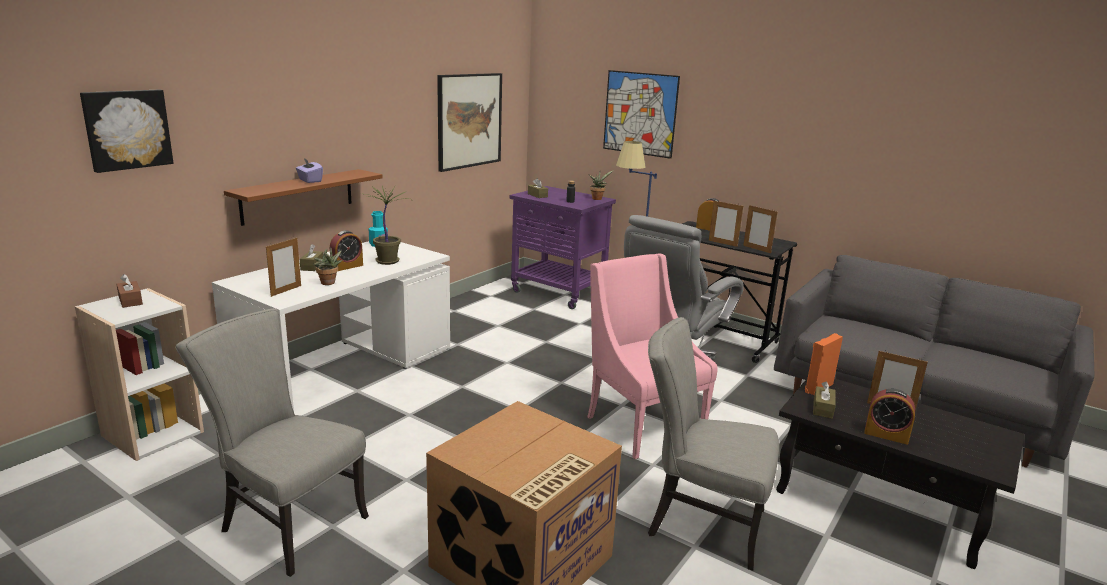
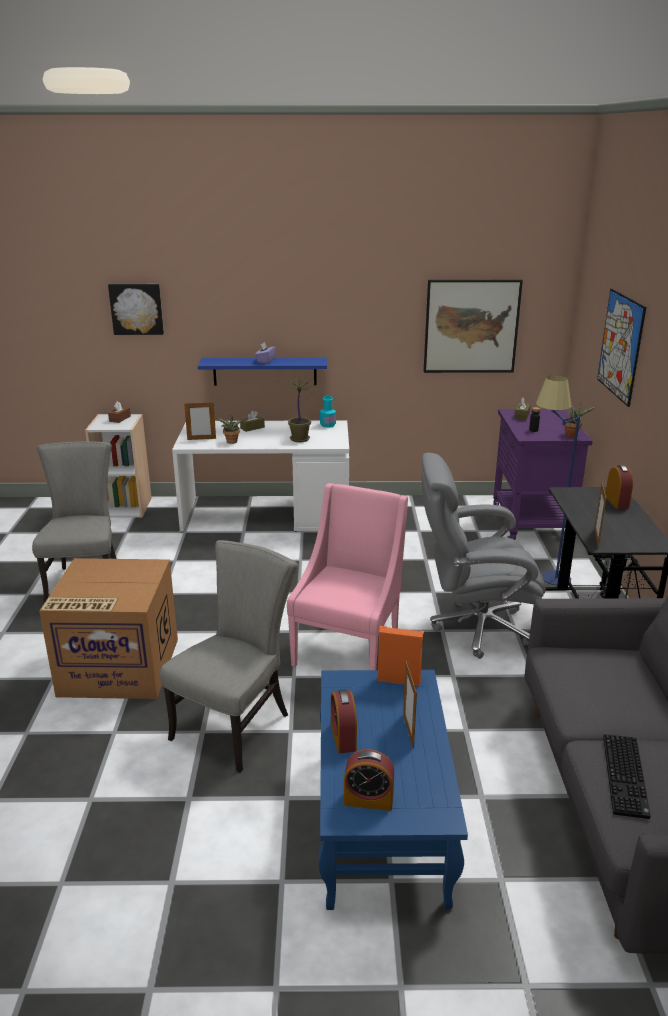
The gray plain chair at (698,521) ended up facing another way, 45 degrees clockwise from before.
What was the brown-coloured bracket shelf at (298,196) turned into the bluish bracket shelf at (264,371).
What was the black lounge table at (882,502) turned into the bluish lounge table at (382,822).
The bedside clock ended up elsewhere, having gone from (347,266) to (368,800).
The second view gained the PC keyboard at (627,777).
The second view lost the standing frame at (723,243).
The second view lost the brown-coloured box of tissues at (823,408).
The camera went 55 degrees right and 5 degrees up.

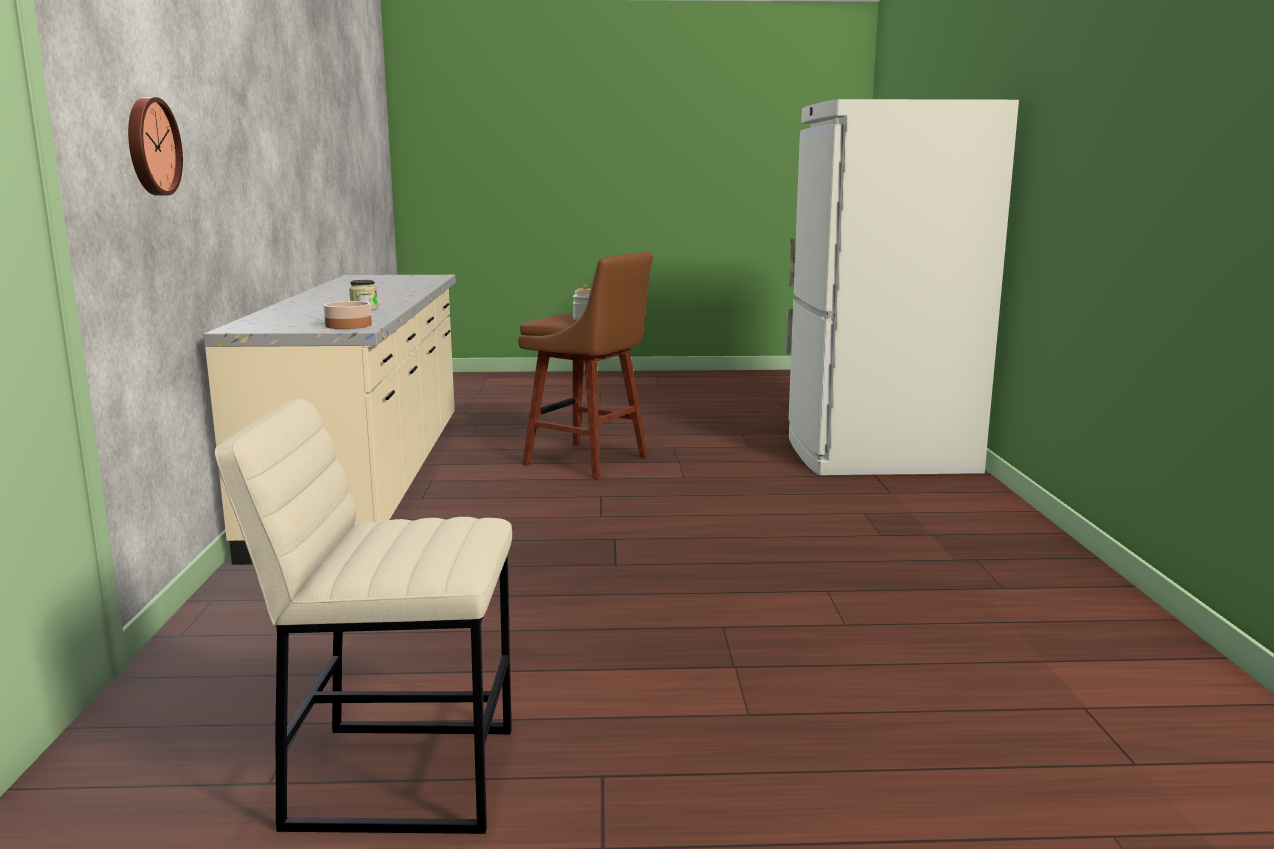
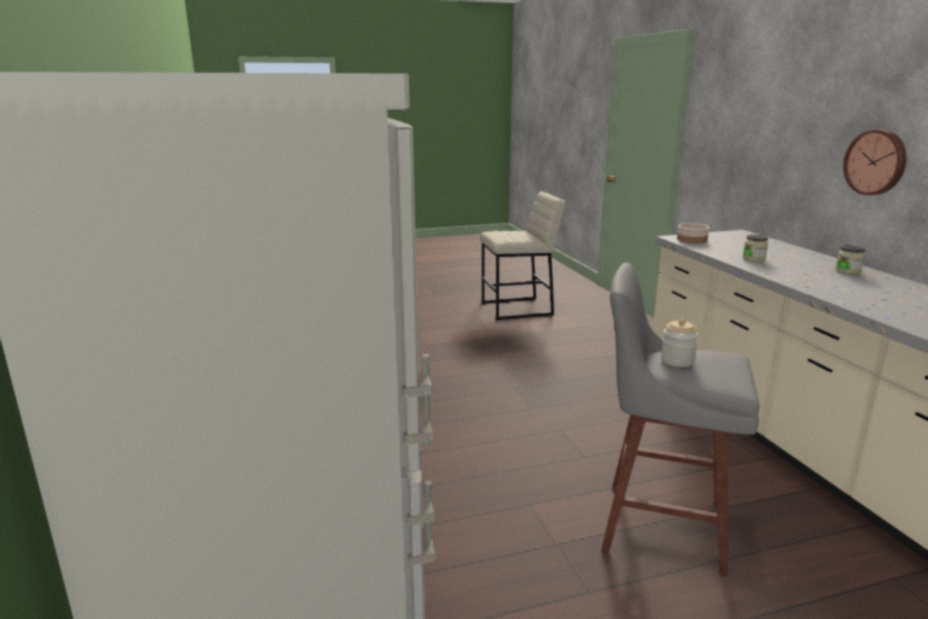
What was the brown-coloured sitting stool at (588,461) turned into the gray sitting stool at (659,524).
The second view gained the storage jar at (848,271).
The wall clock ended up elsewhere, having gone from (150,146) to (876,162).
The camera went 165 degrees right and 5 degrees up.

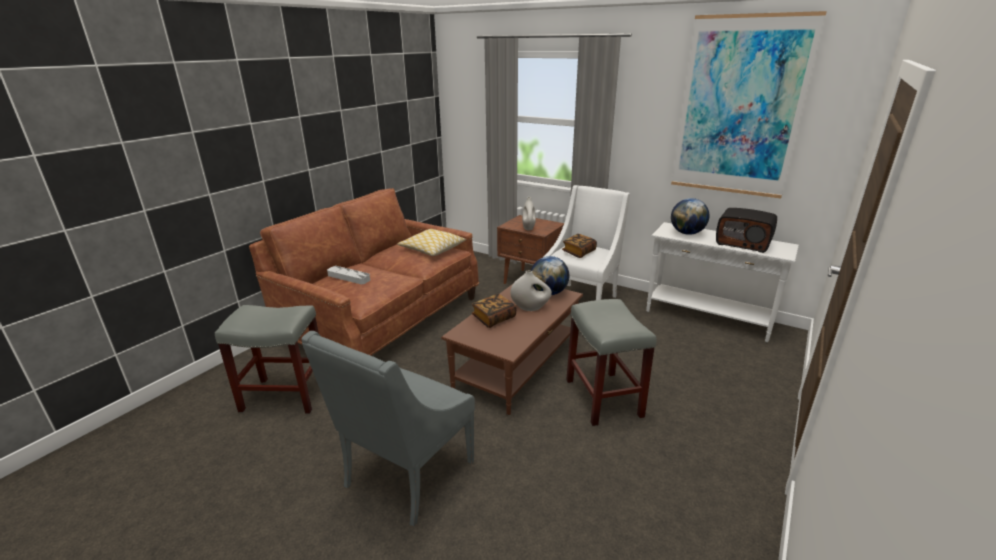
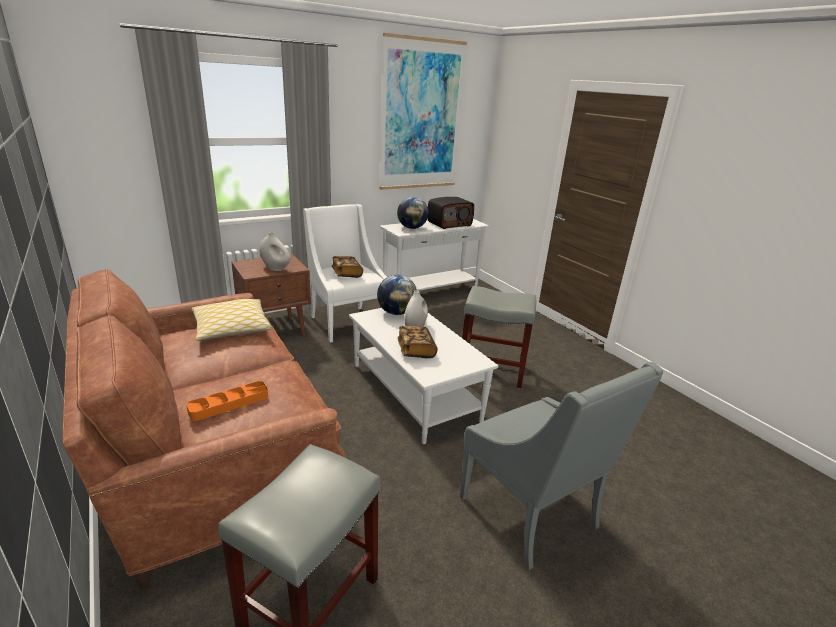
What was the gray carrying tray at (348,277) turned into the orange carrying tray at (229,404).
What was the brown-coloured lounge table at (517,365) turned into the whitish lounge table at (413,392).
The camera went 65 degrees left and 0 degrees up.

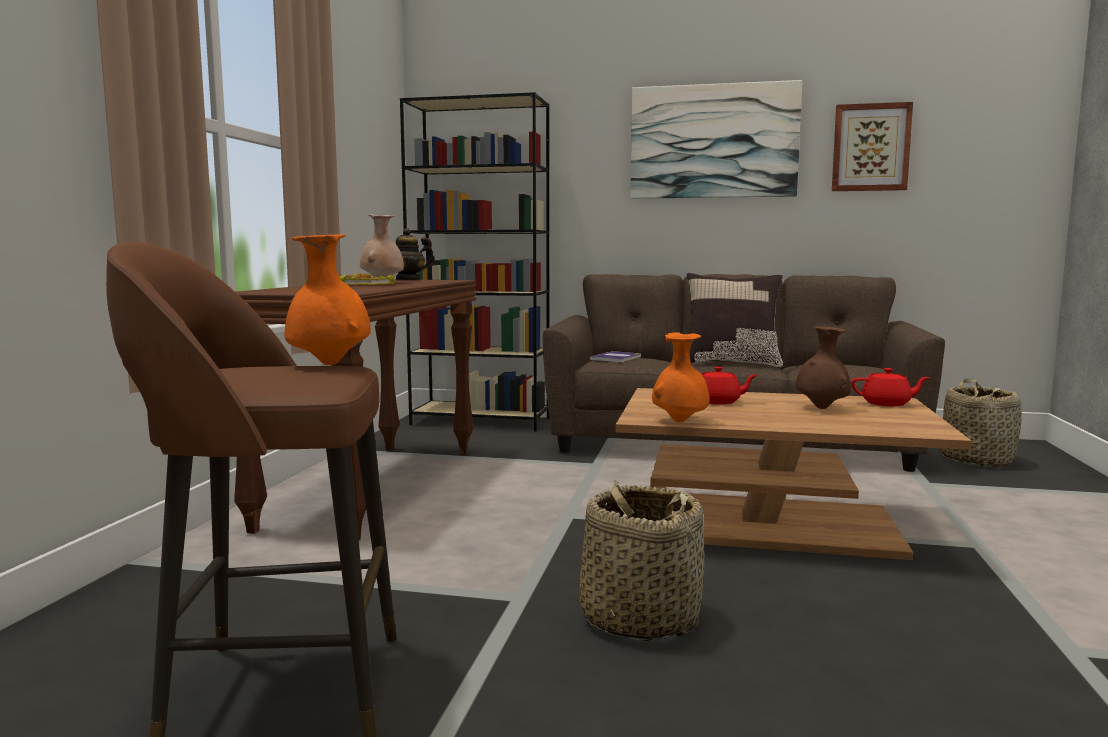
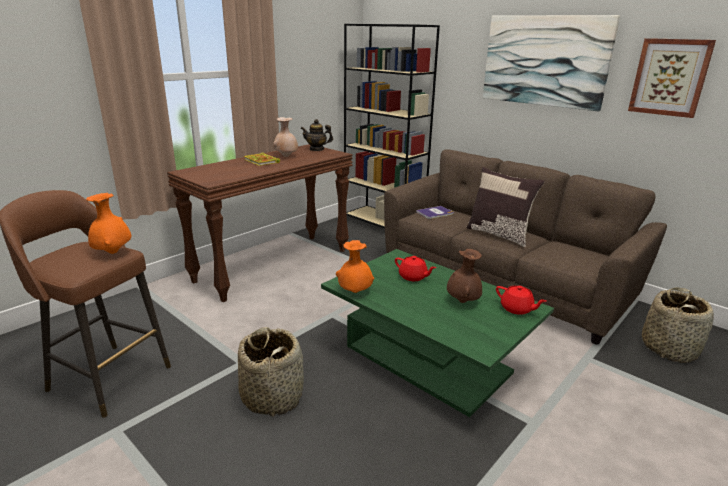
What was the brown-coloured lounge table at (772,525) turned into the green lounge table at (427,359).
The camera went 30 degrees right and 15 degrees up.

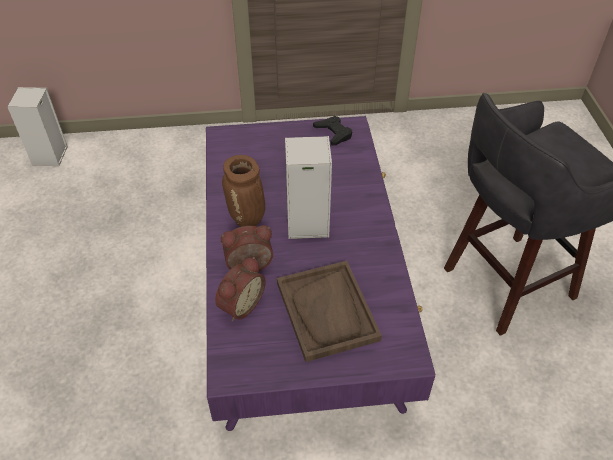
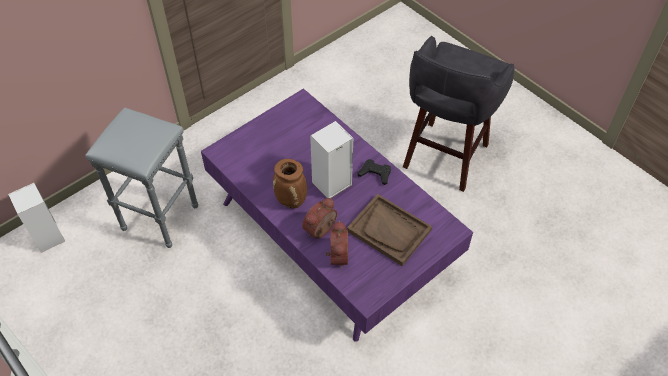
The second view gained the gray sitting stool at (159,215).
The black game controller ended up elsewhere, having gone from (333,133) to (375,174).
The camera went 35 degrees left and 5 degrees up.

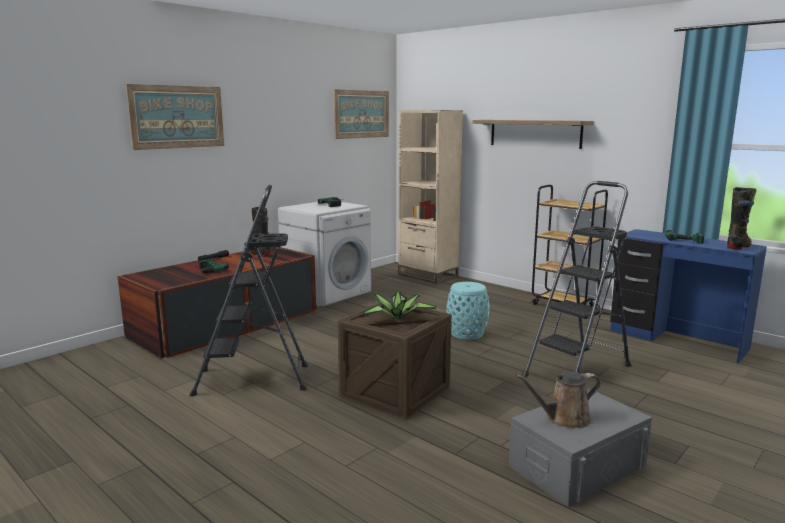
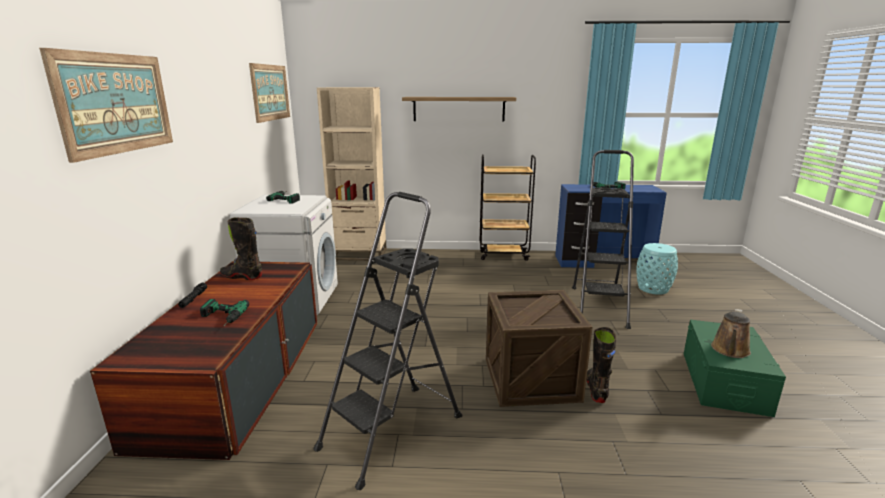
The black boot ended up elsewhere, having gone from (738,247) to (596,389).
The blue-green sitting stool ended up elsewhere, having gone from (466,334) to (653,289).
What was the gray storage box at (577,465) turned into the green storage box at (724,382).
The second view lost the houseplant at (397,318).
The camera went 40 degrees left and 5 degrees up.

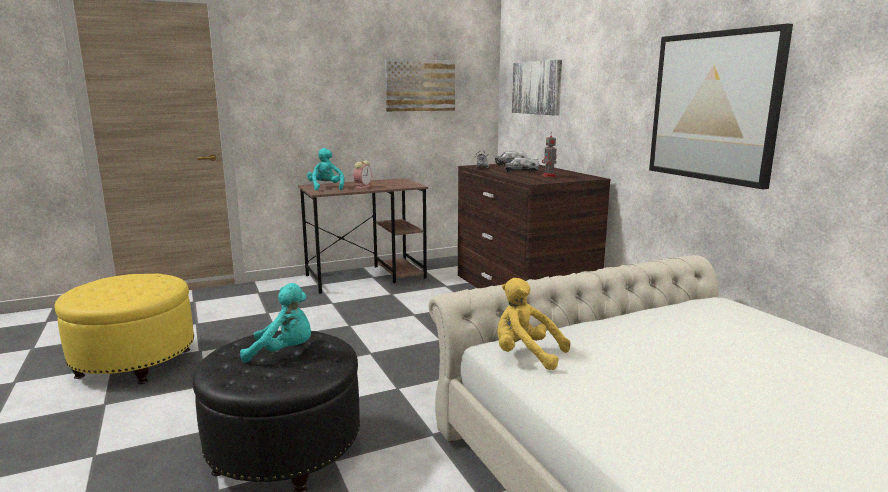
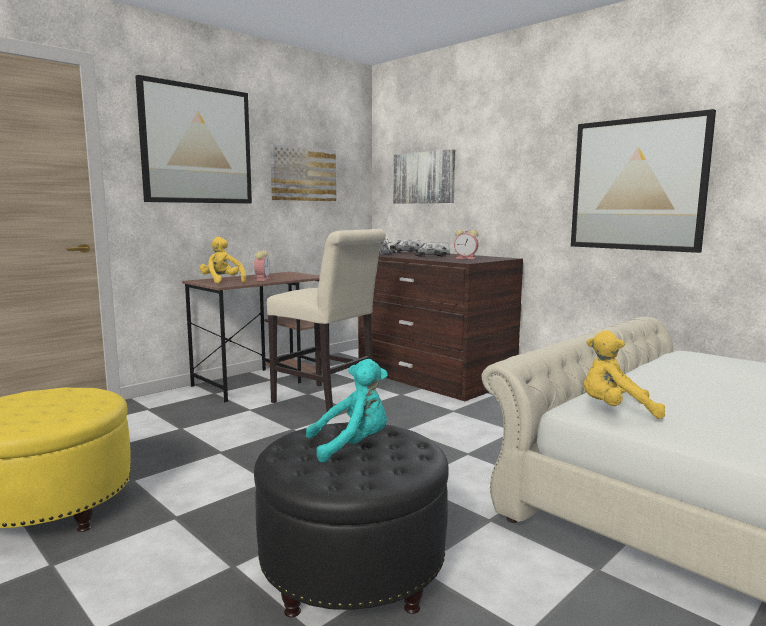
The second view gained the wall picture at (196,145).
What was the blue-green plush toy at (326,188) turned into the yellow plush toy at (222,282).
The second view gained the beige sitting stool at (328,402).
Where the toy robot stood at (549,176), the bedside clock came to stand at (466,258).
The camera went 20 degrees left and 5 degrees down.

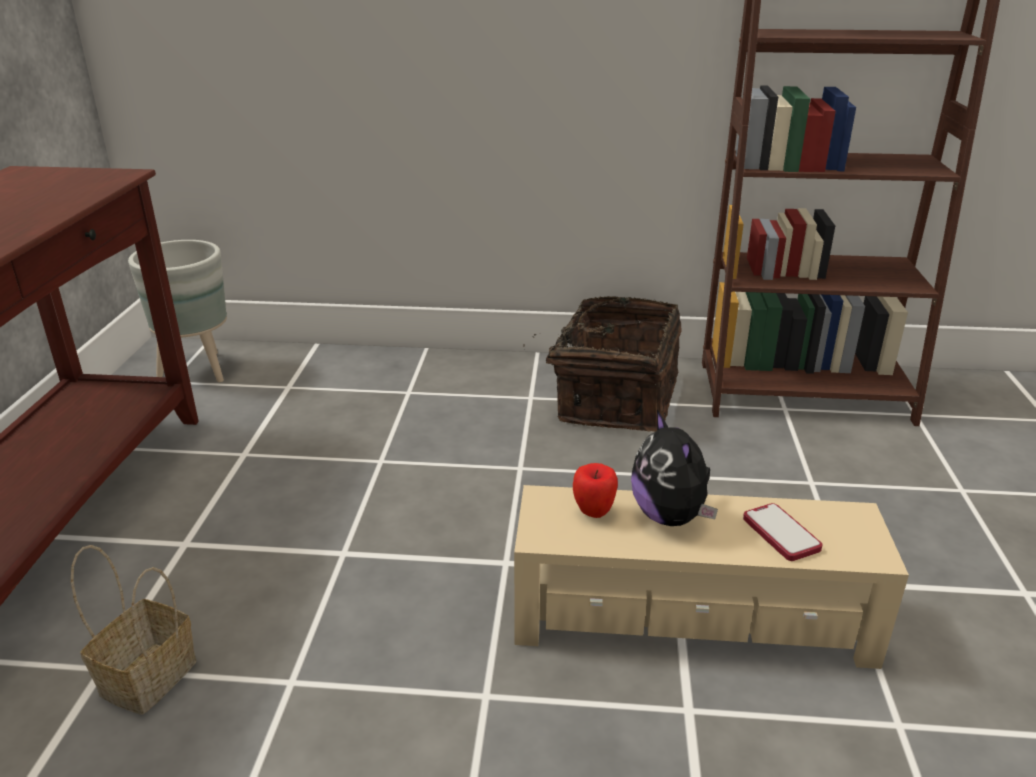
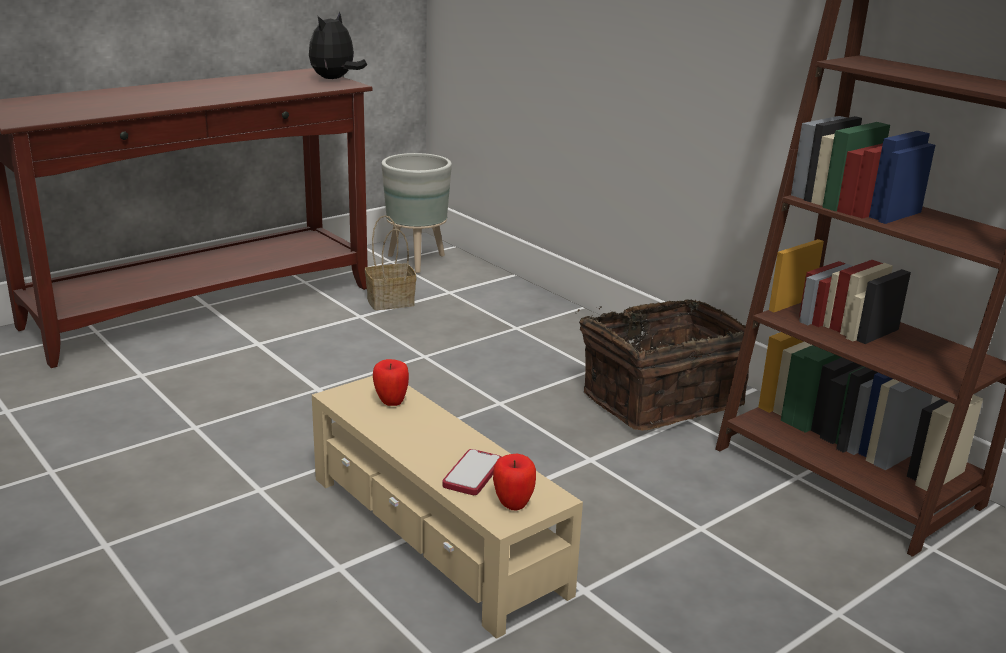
The plush toy ended up elsewhere, having gone from (670,516) to (335,79).
The household basket ended up elsewhere, having gone from (149,675) to (392,301).
The second view gained the whole apple at (513,504).
The camera went 45 degrees right and 5 degrees down.

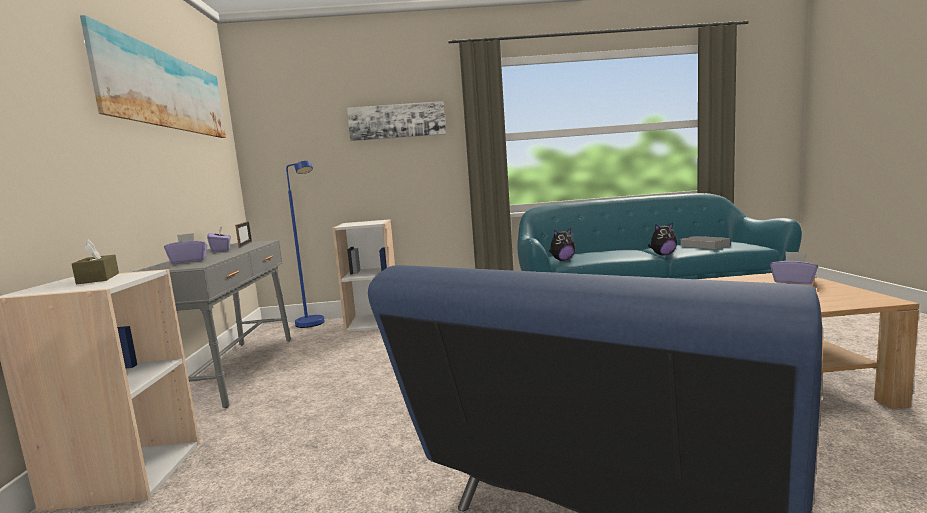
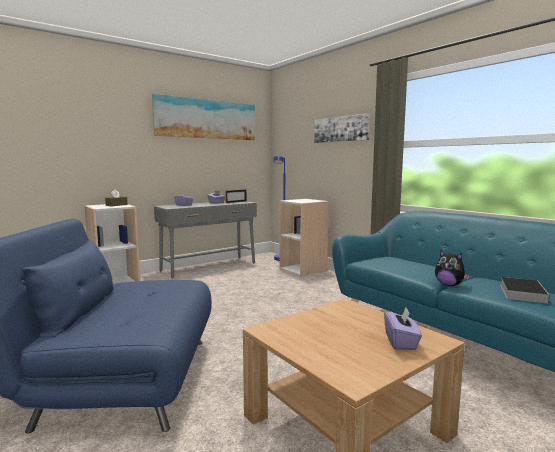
The second view lost the plush toy at (562,260).
The camera went 55 degrees right and 0 degrees up.

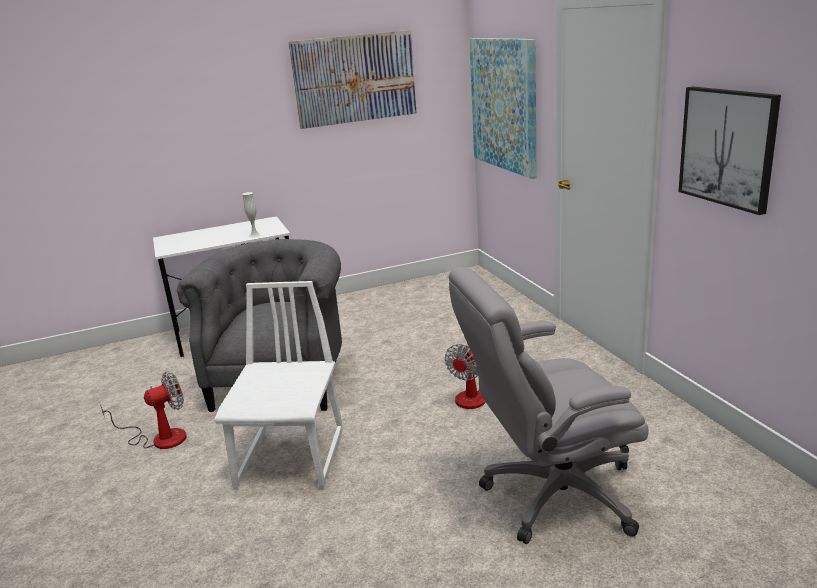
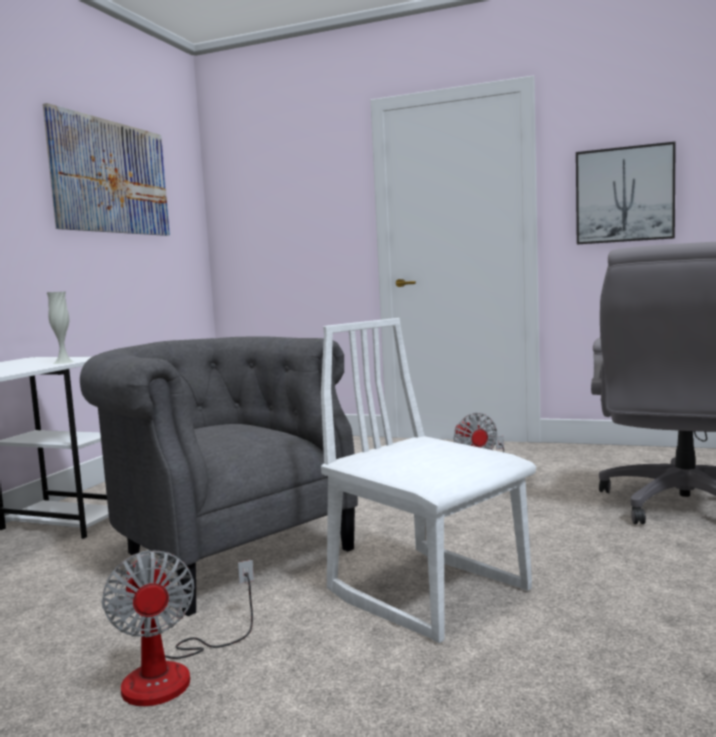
The cooling fan at (159,438) ended up facing another way, 150 degrees clockwise from before.
The second view lost the wall picture at (503,104).
The camera went 50 degrees left and 15 degrees down.

